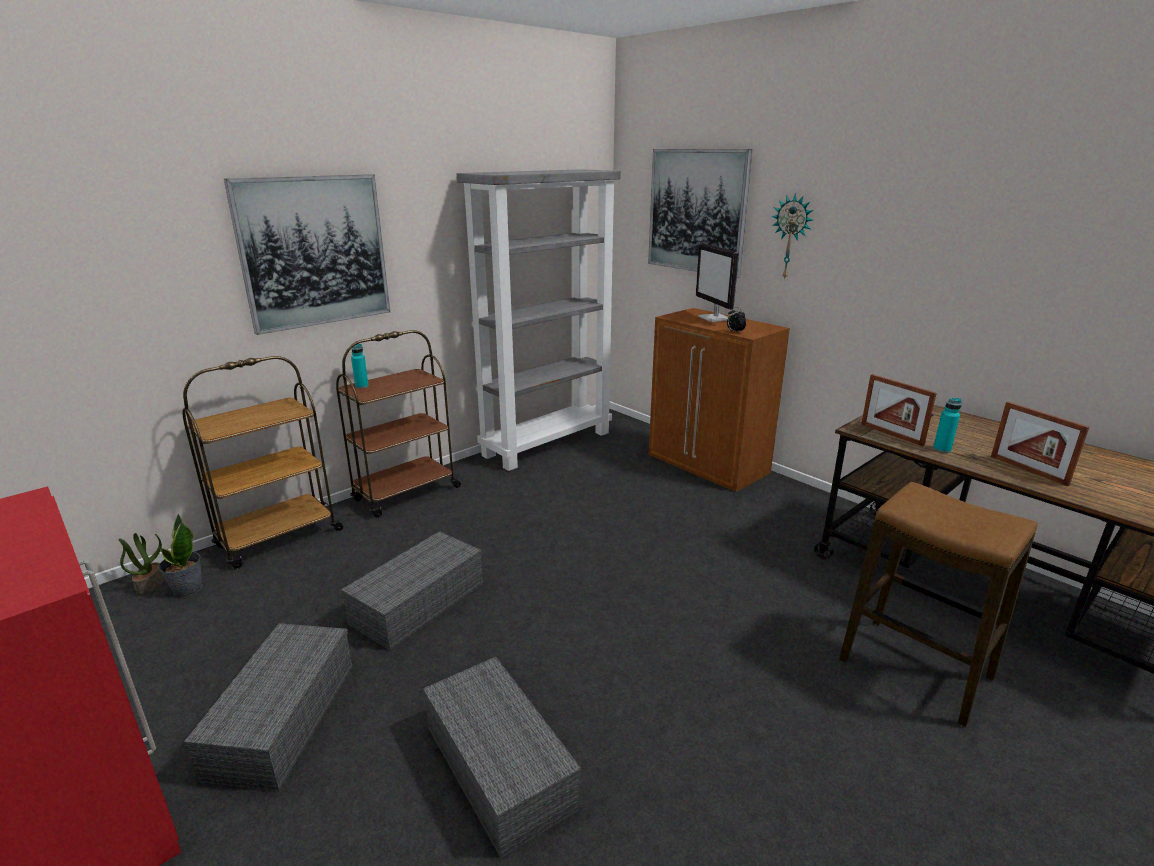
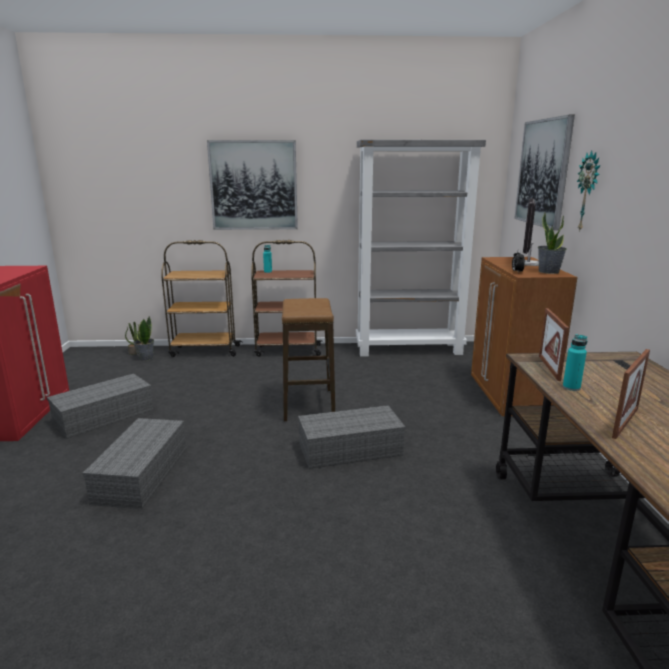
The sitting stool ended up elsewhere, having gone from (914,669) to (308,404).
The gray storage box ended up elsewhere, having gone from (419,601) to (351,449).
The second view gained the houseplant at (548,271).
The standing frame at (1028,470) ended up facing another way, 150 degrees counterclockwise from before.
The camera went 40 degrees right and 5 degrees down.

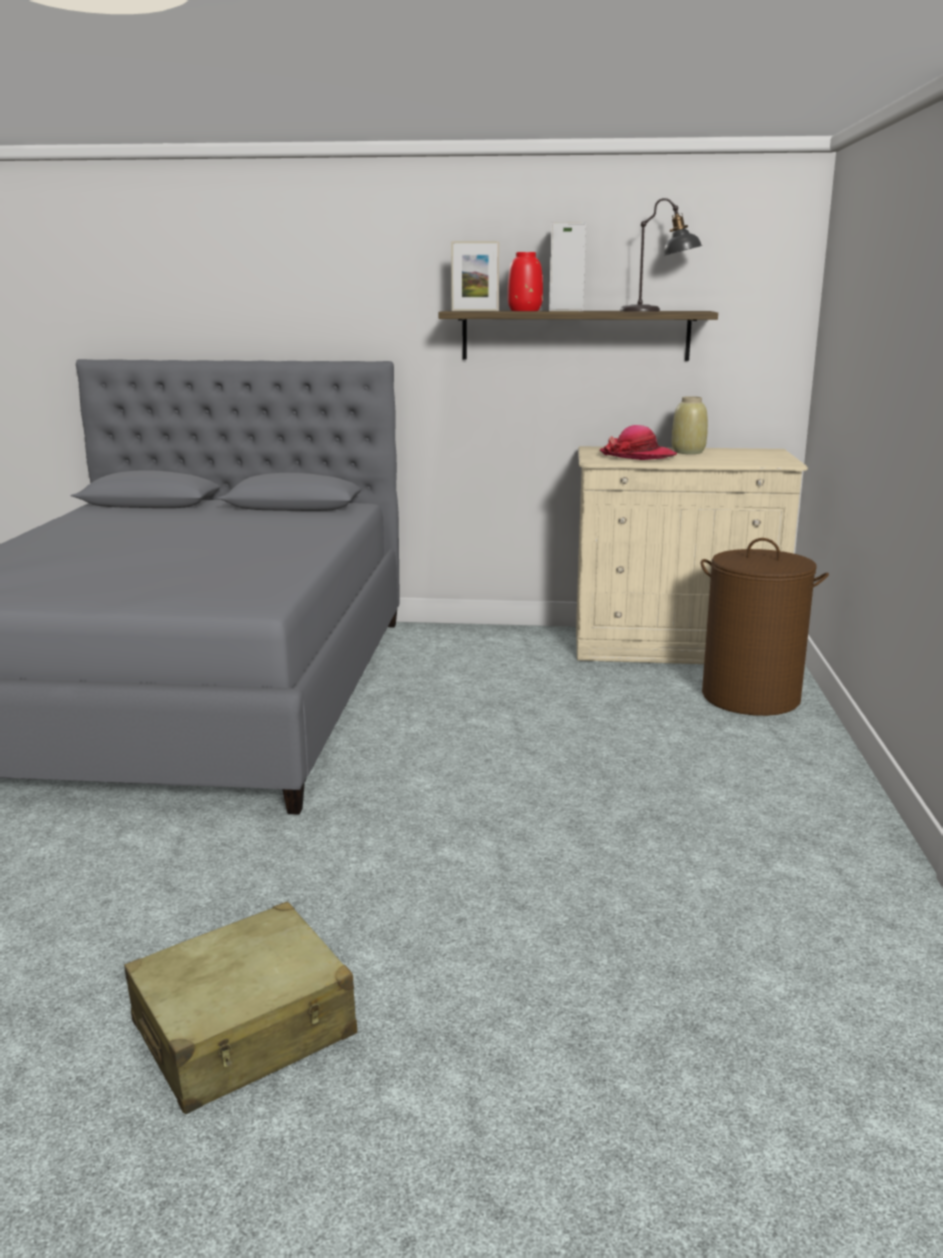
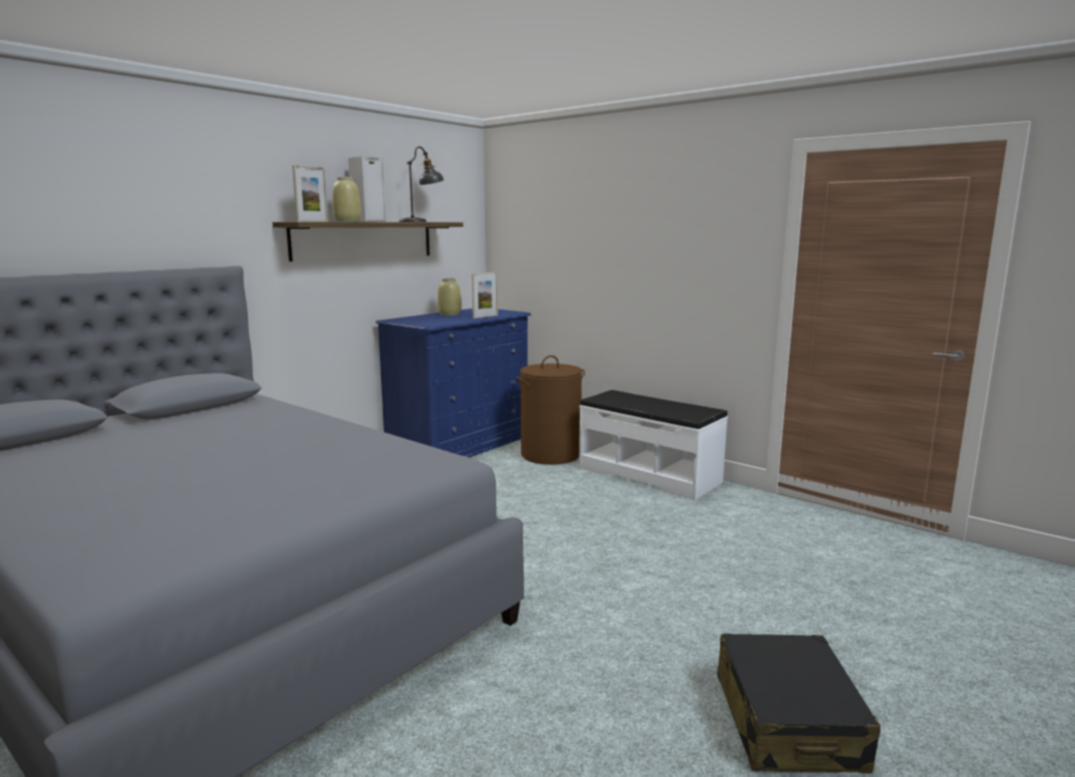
What was the red decorative vase at (524,311) turned into the beige decorative vase at (347,221).
What was the beige drawer chest at (674,648) turned into the bluish drawer chest at (461,446).
The second view gained the standing frame at (485,317).
The second view gained the whitish bench at (649,474).
What was the beige travel case at (245,1030) turned into the black travel case at (788,722).
The second view lost the clothing hat at (637,456).
The camera went 55 degrees left and 5 degrees down.

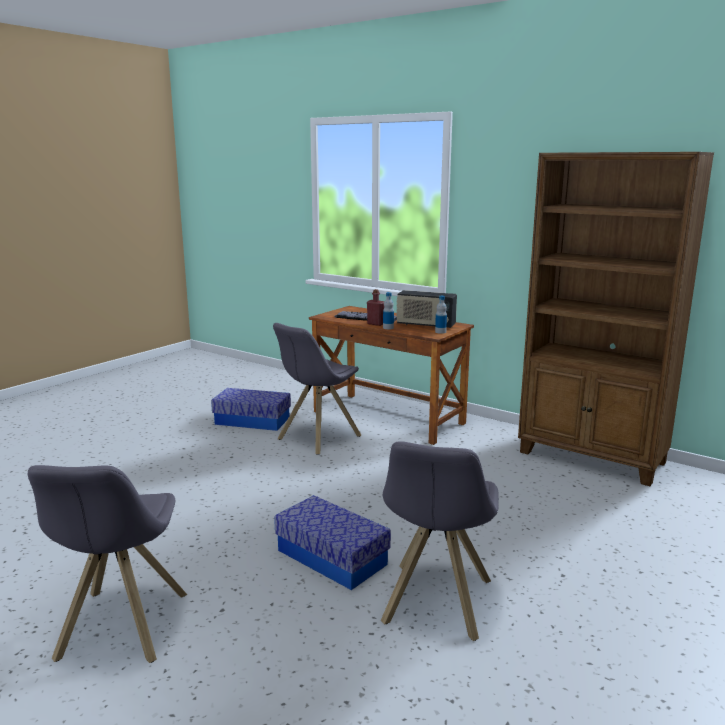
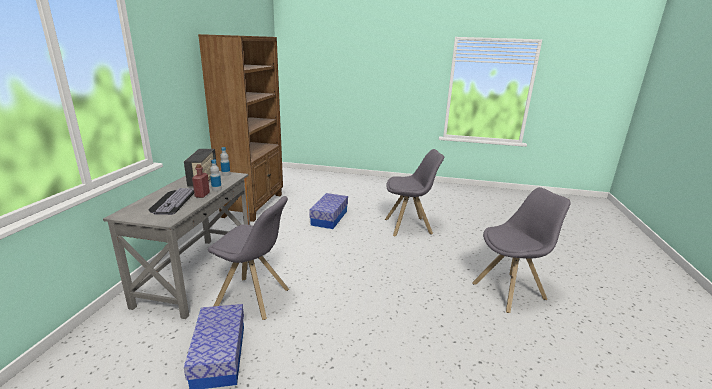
What was the brown-coloured desk at (388,417) turned into the gray desk at (198,274).
The storage box ended up elsewhere, having gone from (331,557) to (329,218).
The camera went 115 degrees left and 5 degrees up.

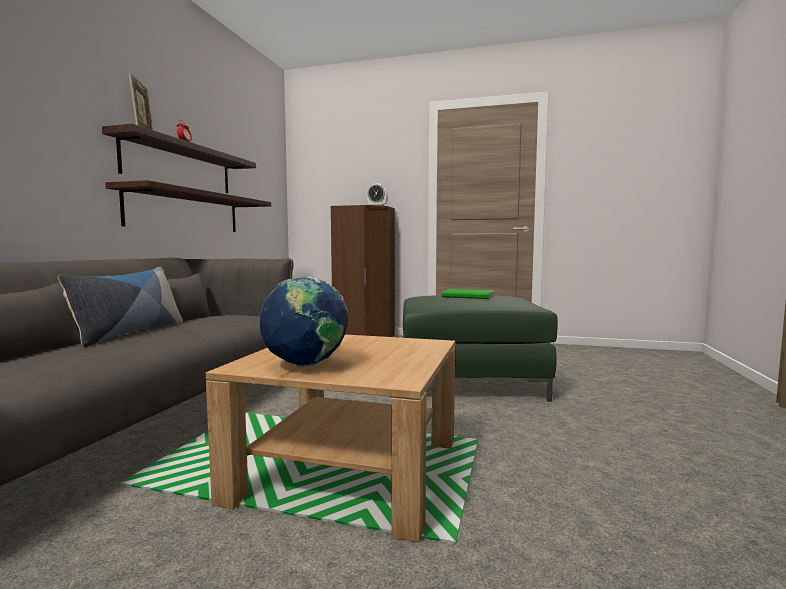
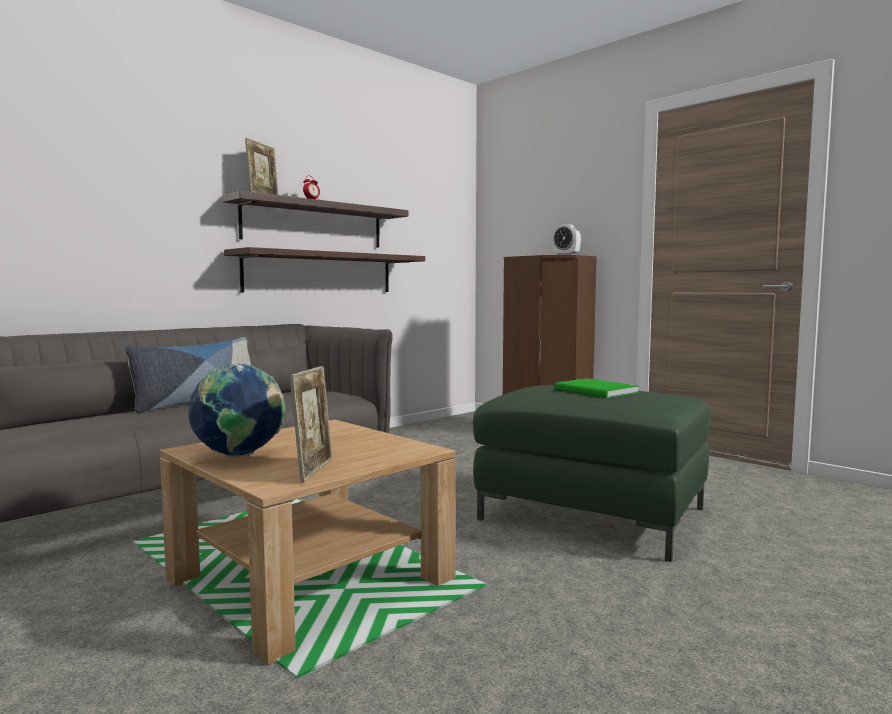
The second view gained the standing frame at (314,470).
The camera went 30 degrees right and 0 degrees up.

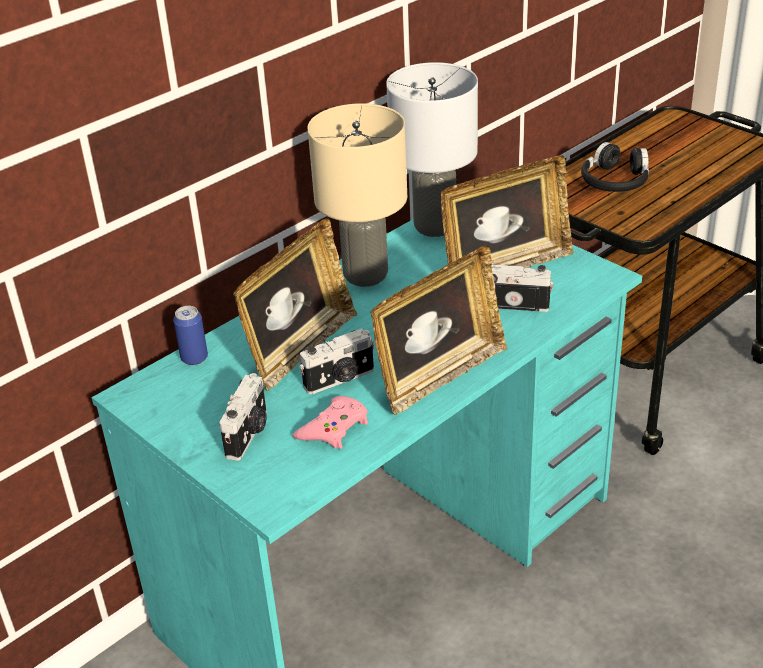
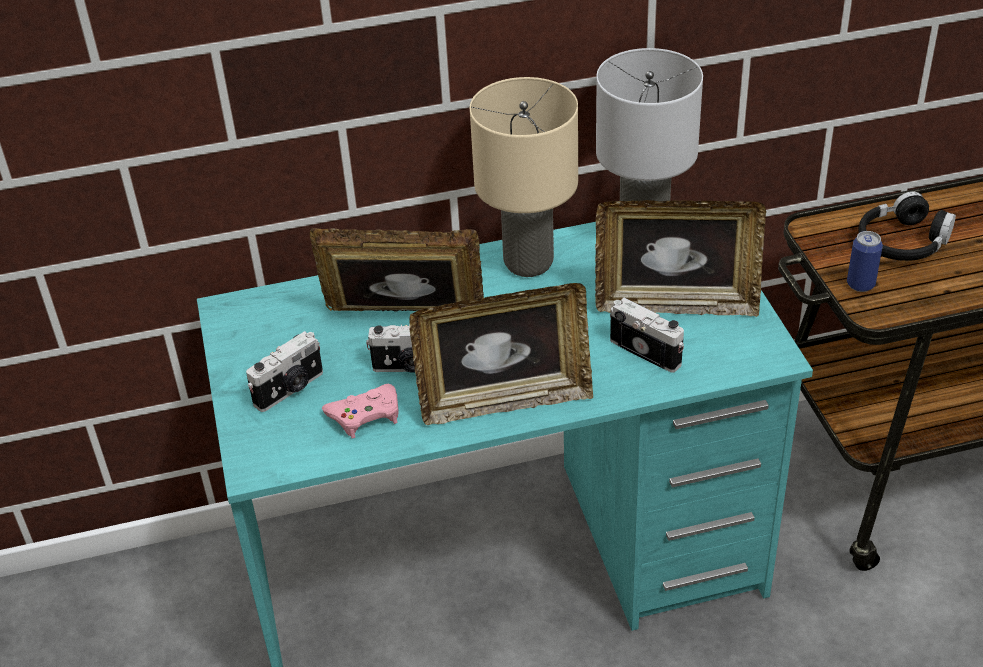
The standing frame at (299,349) ended up facing another way, 150 degrees counterclockwise from before.
The sealed can ended up elsewhere, having gone from (194,358) to (860,284).
The camera went 30 degrees right and 5 degrees up.

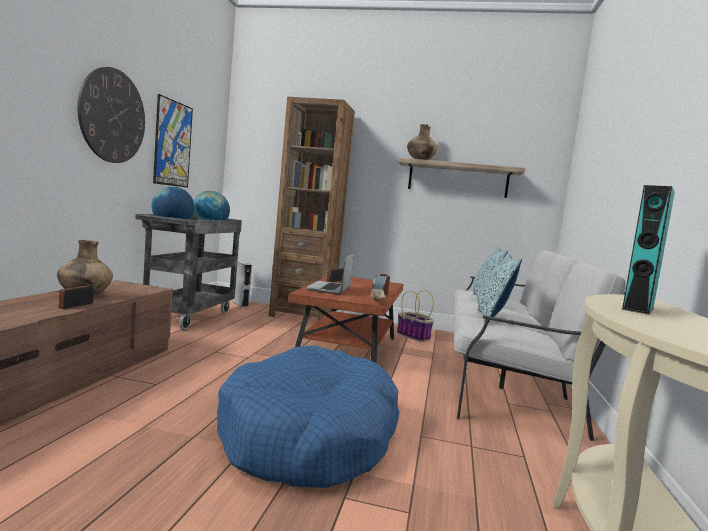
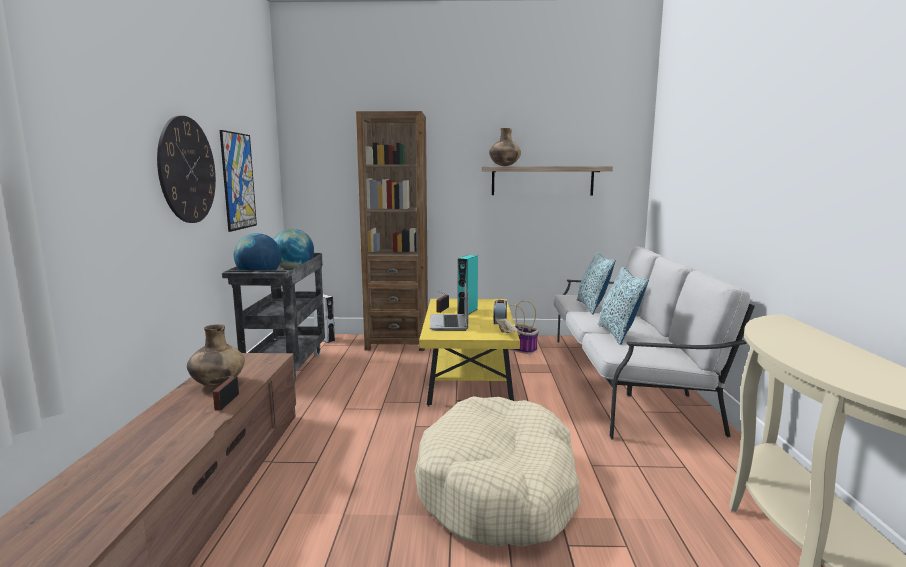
What was the bluish dog cushion at (309,436) turned into the beige dog cushion at (499,489).
What was the brown-coloured lounge table at (348,349) turned into the yellow lounge table at (469,378).
The blue-green speaker ended up elsewhere, having gone from (638,308) to (467,311).
The camera went 10 degrees left and 5 degrees up.

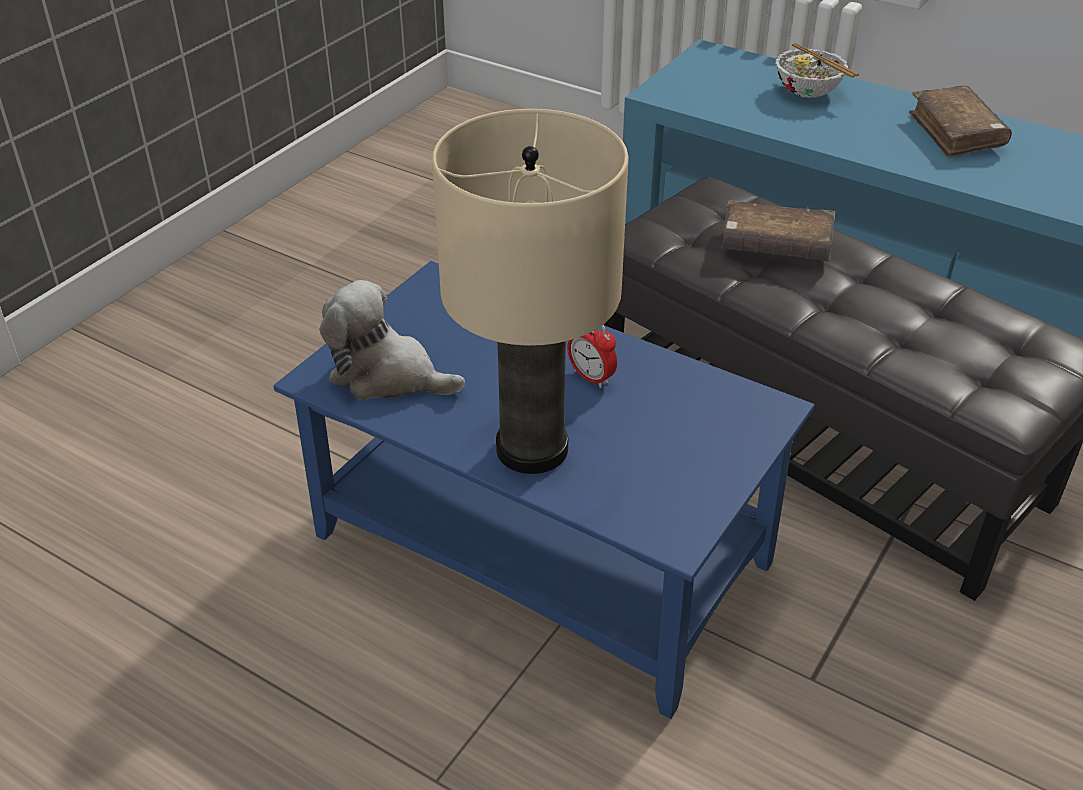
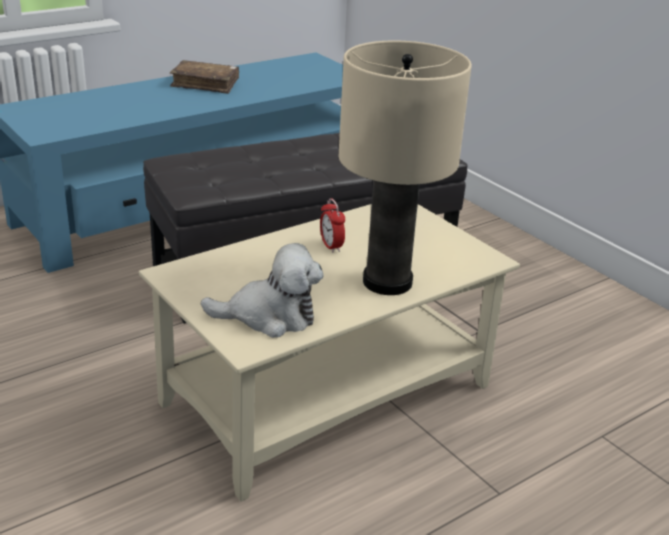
What was the bluish lounge table at (545,550) turned into the beige lounge table at (329,393).
The plush toy at (387,376) ended up facing another way, 135 degrees counterclockwise from before.
The bedside clock at (591,377) ended up facing another way, 90 degrees clockwise from before.
The second view lost the brown-coloured volume at (775,246).
The second view lost the serving bowl at (808,91).
The camera went 70 degrees left and 10 degrees down.

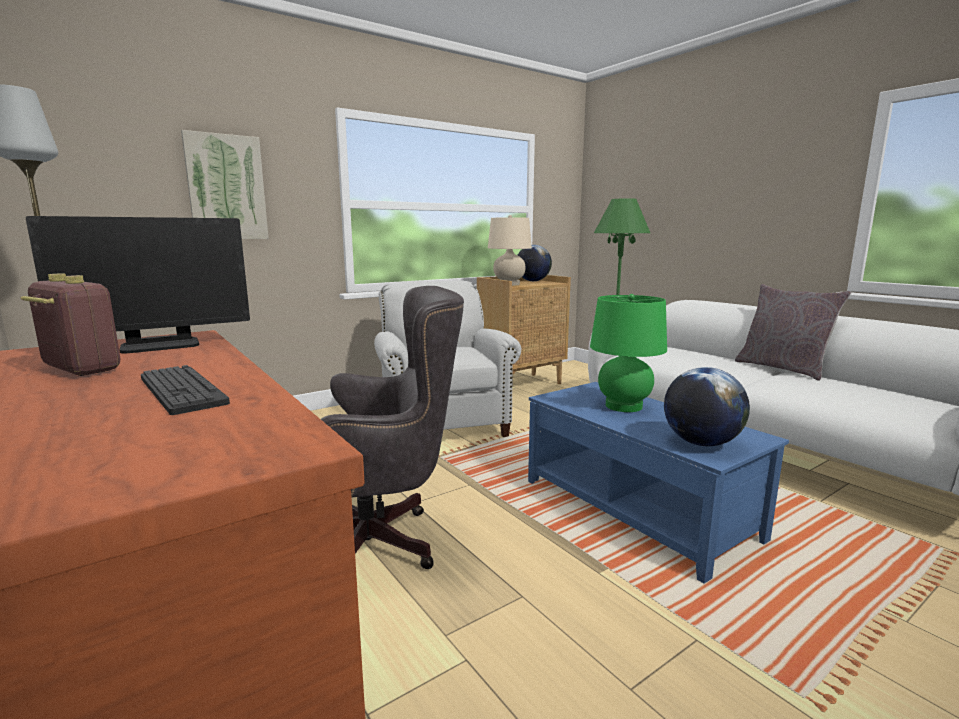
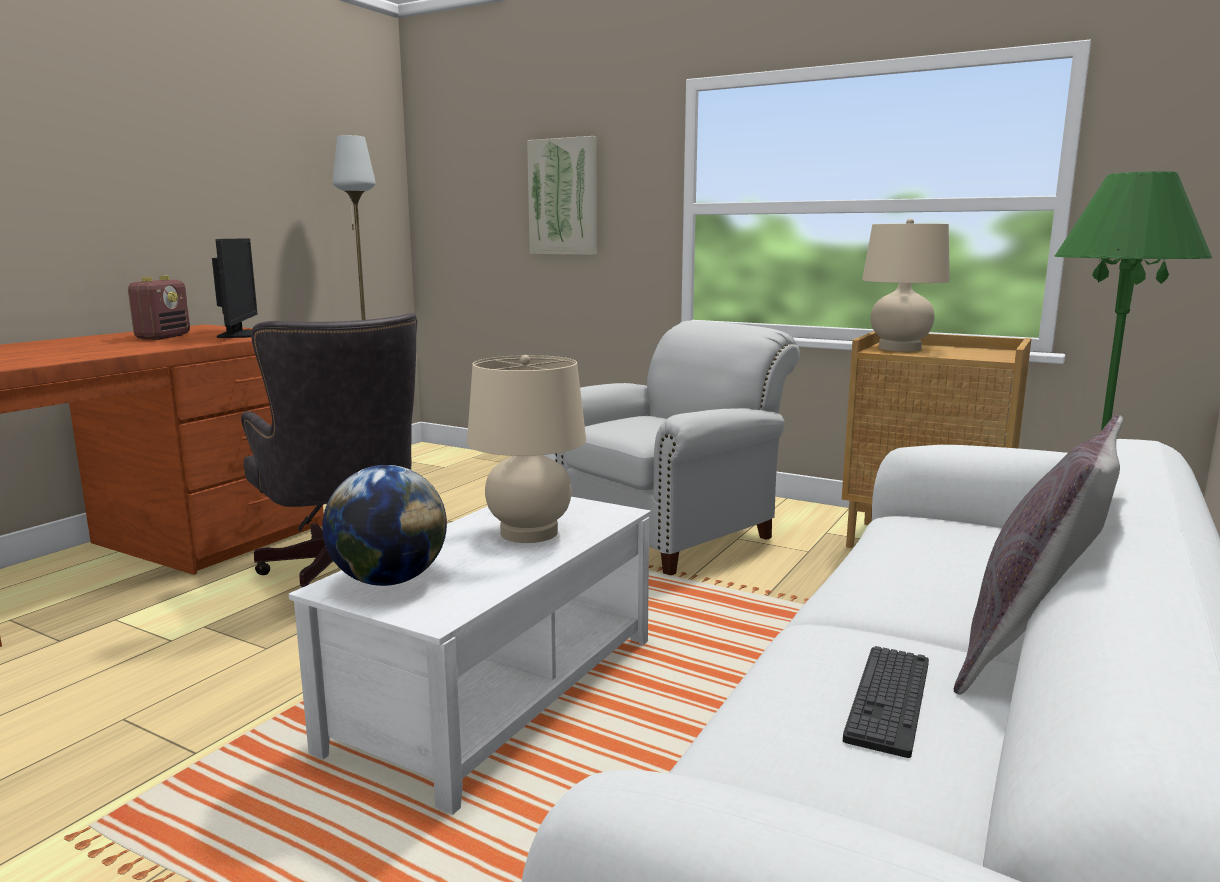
The computer display at (160,345) ended up facing another way, 135 degrees counterclockwise from before.
What was the bluish lounge table at (638,508) turned into the whitish lounge table at (500,693).
What was the green tabletop lamp at (623,406) turned into the beige tabletop lamp at (529,533).
The PC keyboard ended up elsewhere, having gone from (182,390) to (888,699).
The second view lost the globe at (533,281).
The camera went 65 degrees right and 0 degrees up.

